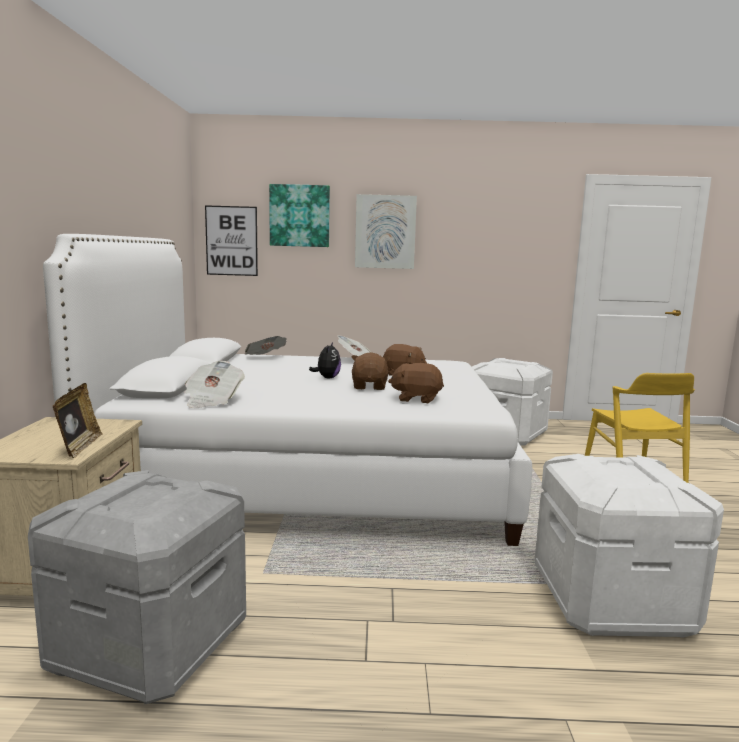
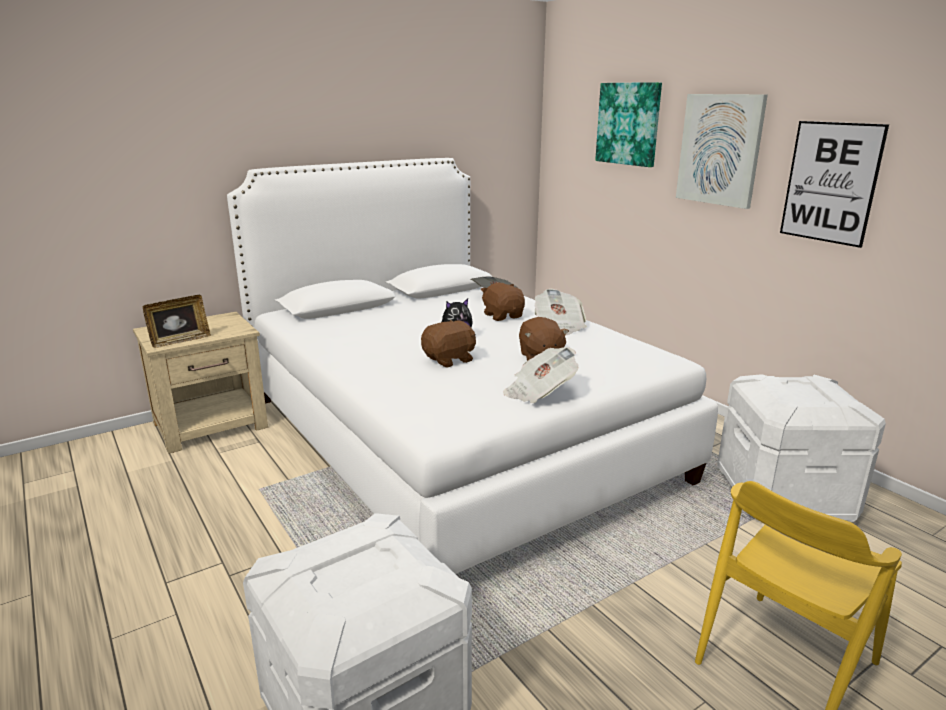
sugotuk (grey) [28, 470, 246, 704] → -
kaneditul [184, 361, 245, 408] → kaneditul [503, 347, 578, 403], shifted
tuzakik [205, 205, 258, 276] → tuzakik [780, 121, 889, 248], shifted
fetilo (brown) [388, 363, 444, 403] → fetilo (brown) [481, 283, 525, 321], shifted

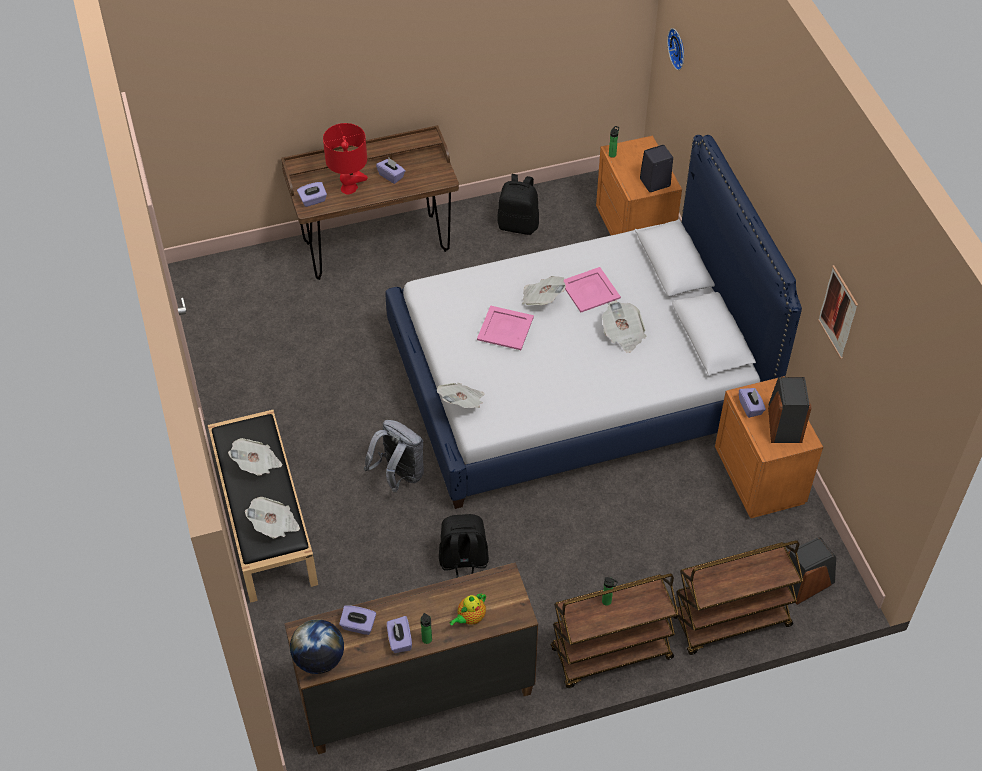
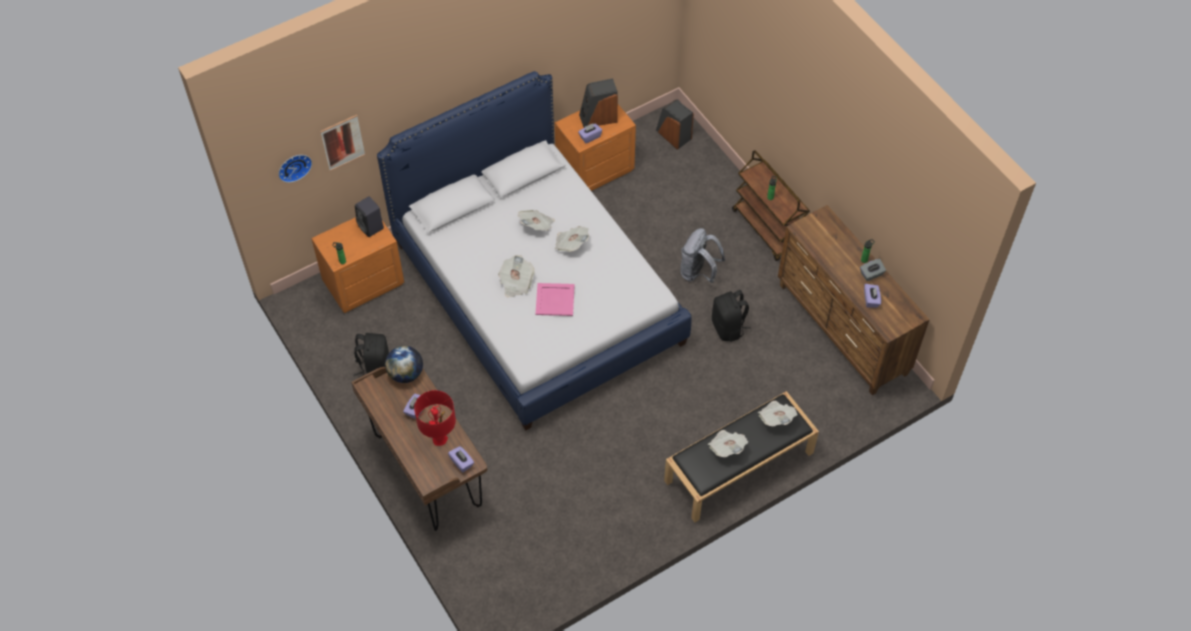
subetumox [450, 593, 486, 625] → -
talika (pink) [564, 267, 621, 312] → -
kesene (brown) [673, 540, 803, 655] → -
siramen [290, 619, 344, 674] → siramen [385, 346, 423, 383], shifted
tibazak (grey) [364, 420, 424, 493] → tibazak (grey) [680, 228, 725, 283], shifted
kaneditul [437, 383, 485, 408] → kaneditul [555, 226, 589, 252], shifted
tuzakik [818, 265, 858, 359] → tuzakik [320, 115, 365, 171], shifted
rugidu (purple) [387, 616, 412, 653] → rugidu (grey) [860, 259, 886, 281]

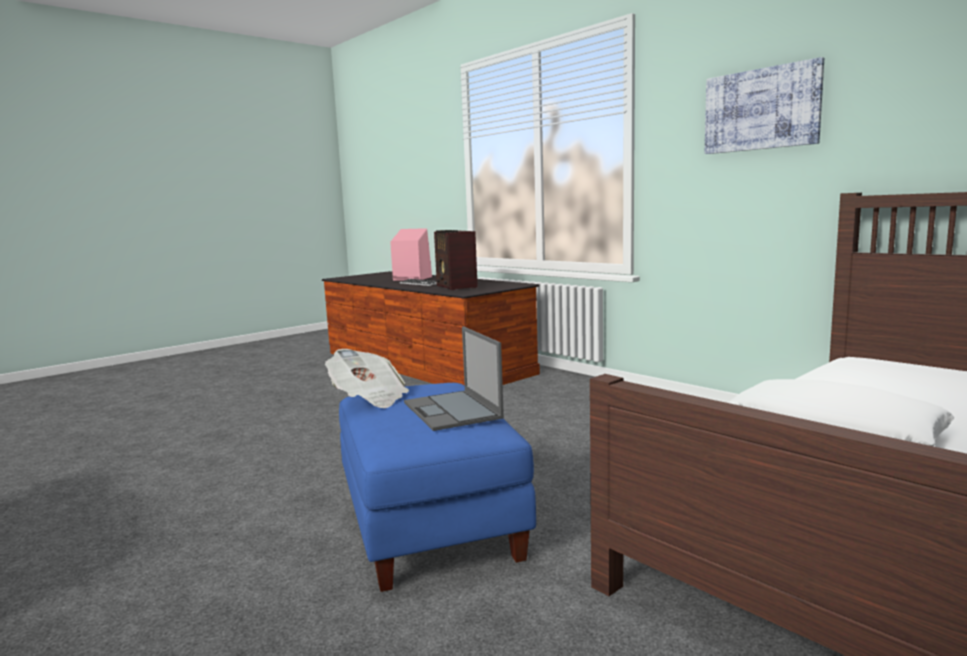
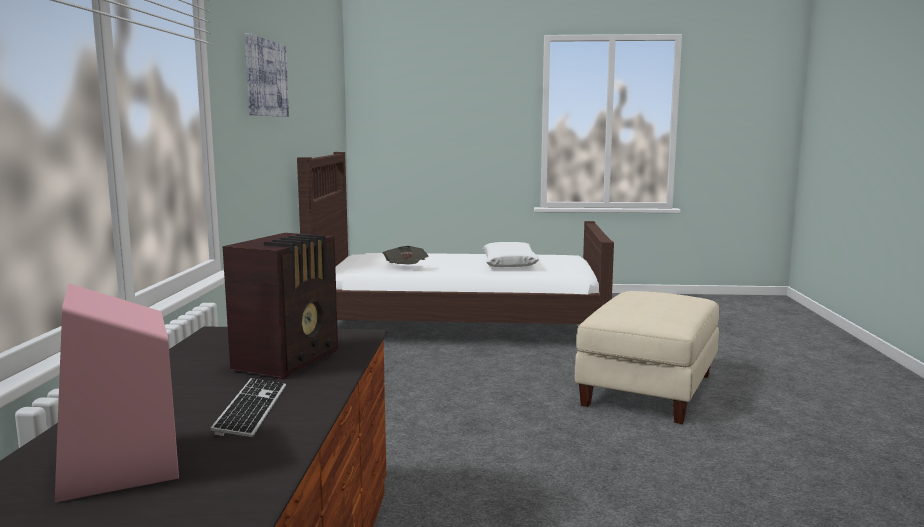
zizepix [404, 327, 504, 431] → -
kaneditul [325, 349, 409, 408] → kaneditul [383, 246, 429, 264], shifted
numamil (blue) [339, 383, 536, 592] → numamil (beige) [575, 291, 719, 424]

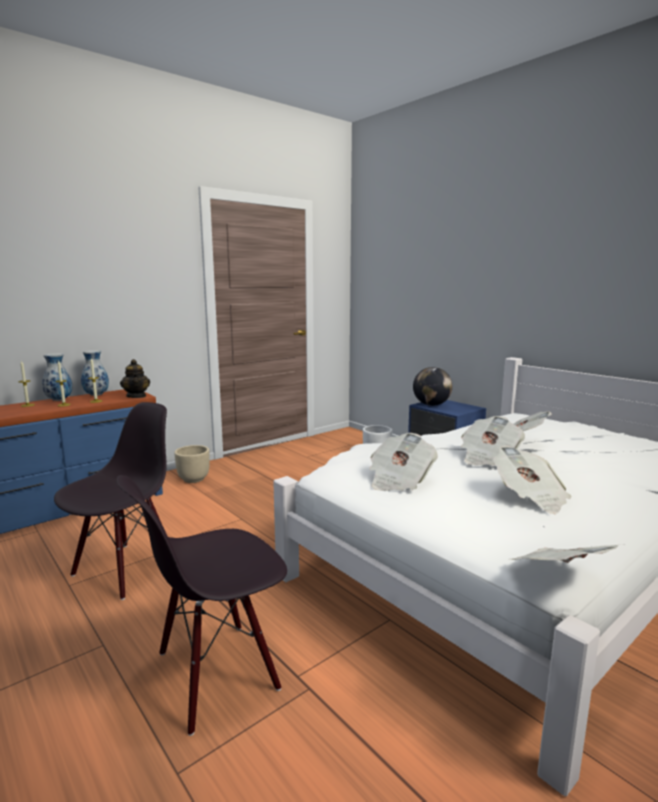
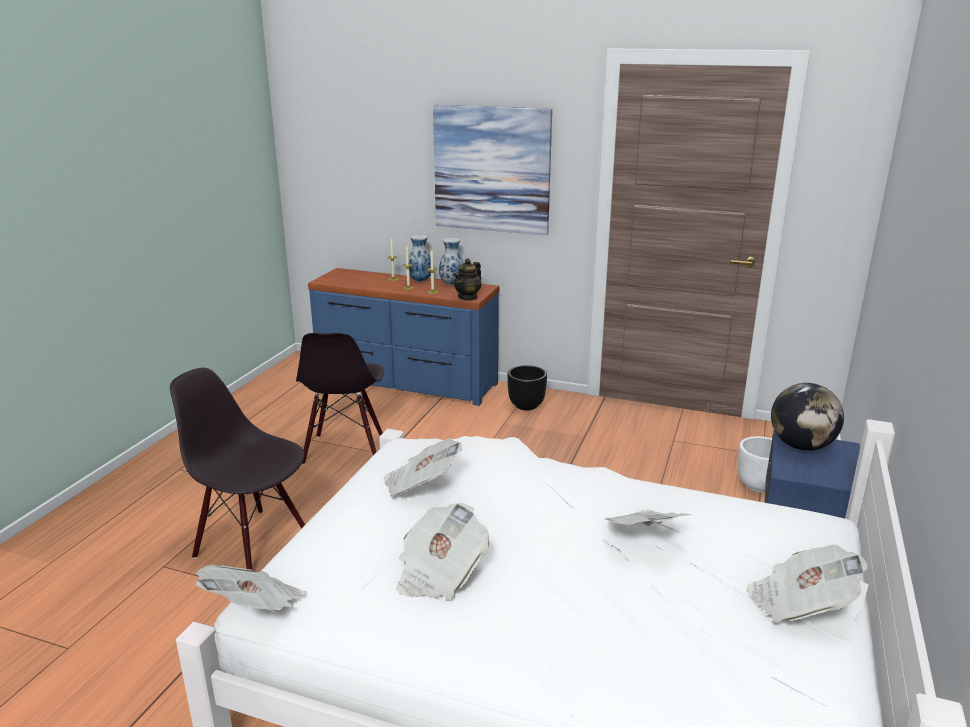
- → tuzakik [433, 105, 552, 235]
kaneditul [461, 416, 525, 466] → kaneditul [746, 545, 868, 623], shifted
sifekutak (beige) [174, 445, 210, 483] → sifekutak (black) [507, 365, 547, 410]
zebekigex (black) [54, 402, 167, 600] → zebekigex (black) [296, 333, 384, 465], 90 degrees clockwise

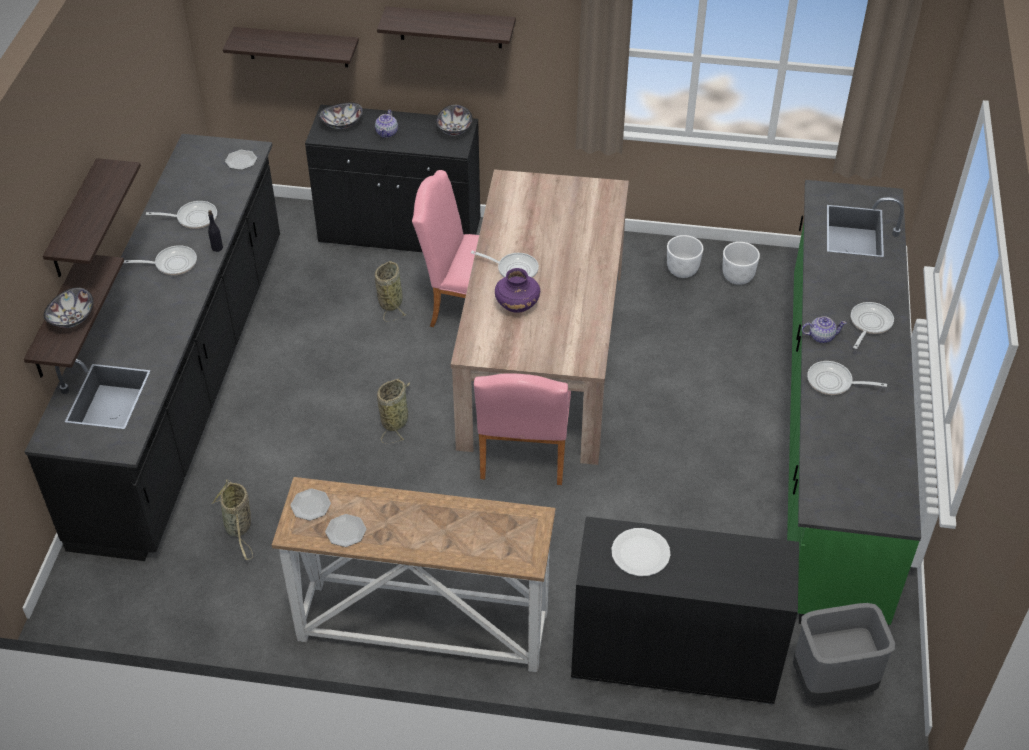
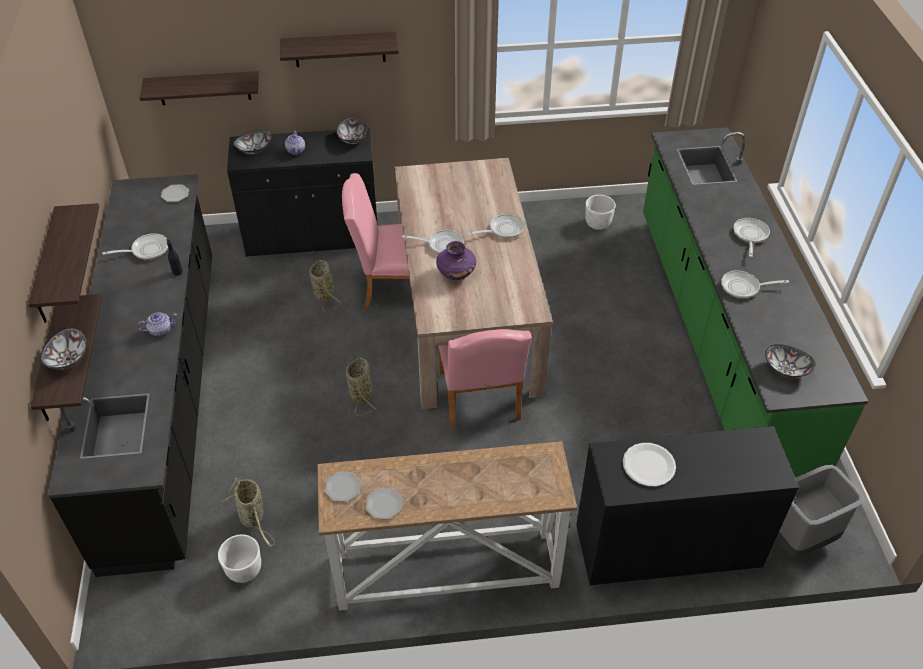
- → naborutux [765, 344, 815, 378]
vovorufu [124, 245, 197, 275] → vovorufu [467, 214, 525, 238], shifted
sifekutak (white) [667, 235, 703, 278] → sifekutak (white) [218, 534, 261, 583], shifted
subetumox [802, 316, 846, 343] → subetumox [138, 312, 177, 337], shifted

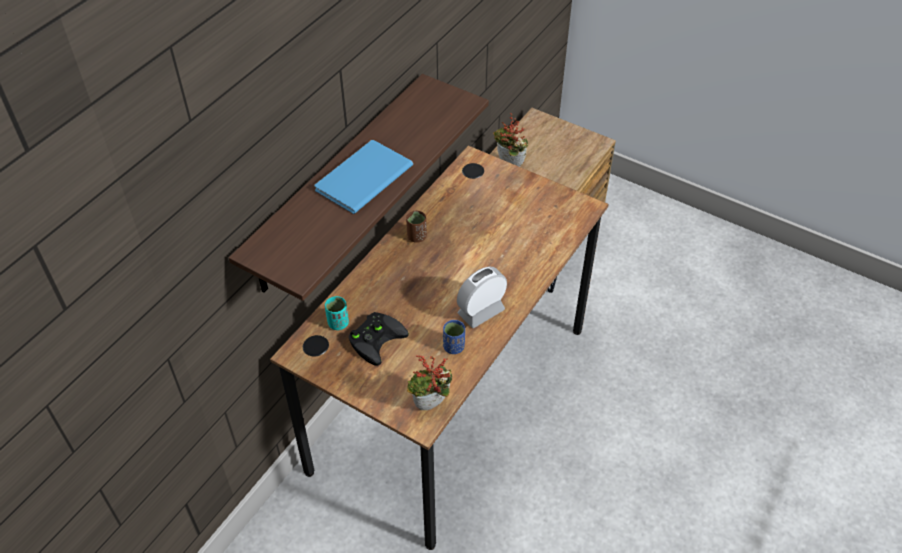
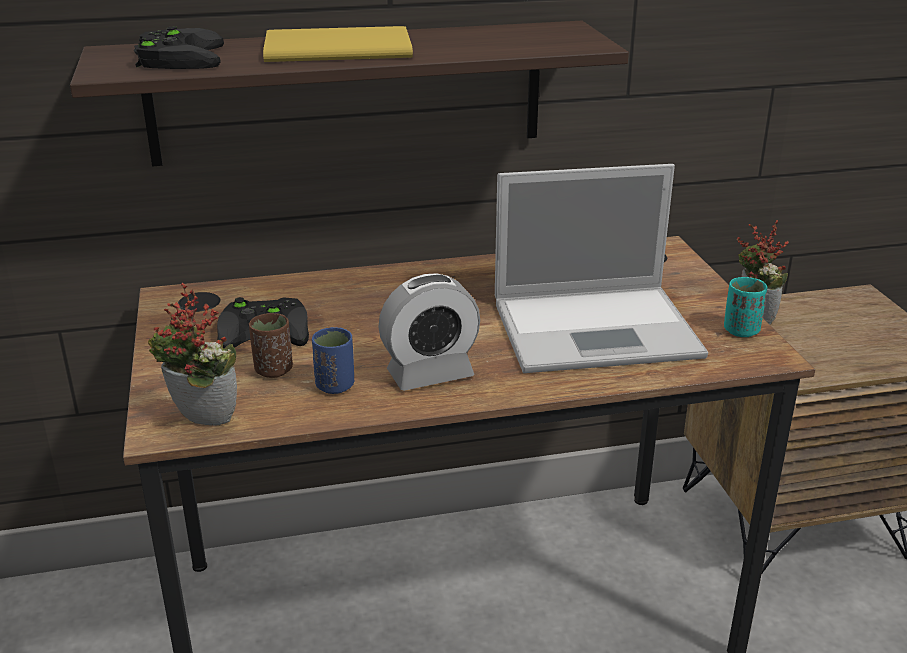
- → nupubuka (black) [134, 26, 224, 69]
- → zizepix [495, 164, 708, 373]
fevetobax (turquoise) [325, 296, 349, 330] → fevetobax (turquoise) [724, 277, 767, 337], shifted
fevetobax (brown) [406, 211, 427, 243] → fevetobax (brown) [249, 313, 293, 378], shifted
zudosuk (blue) [315, 140, 413, 214] → zudosuk (yellow) [263, 26, 413, 62]
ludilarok [457, 267, 507, 328] → ludilarok [378, 273, 480, 391], 150 degrees clockwise

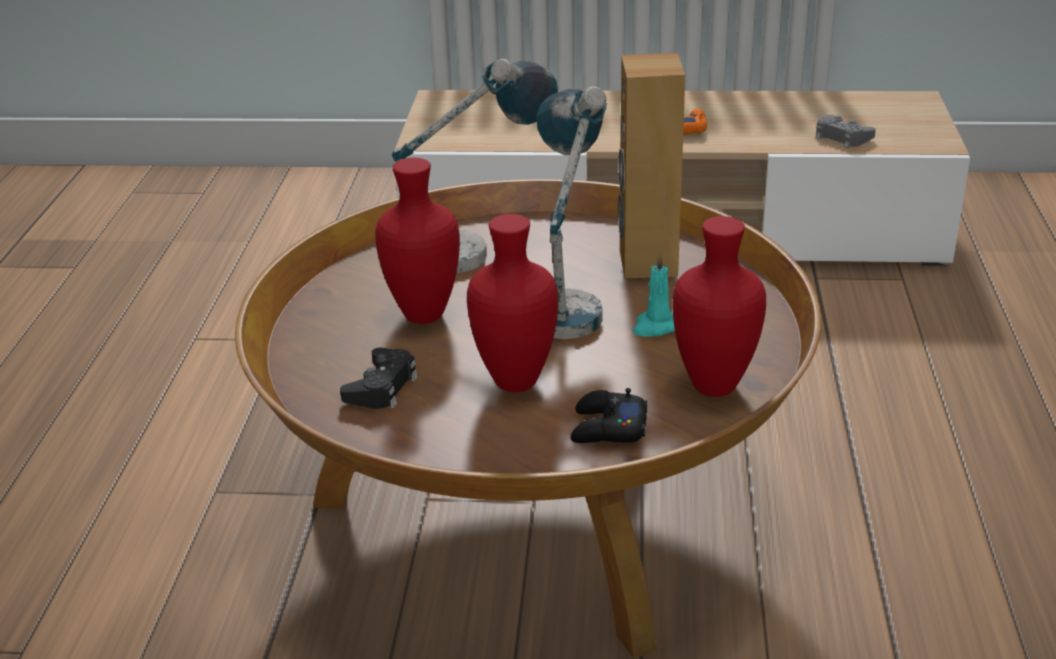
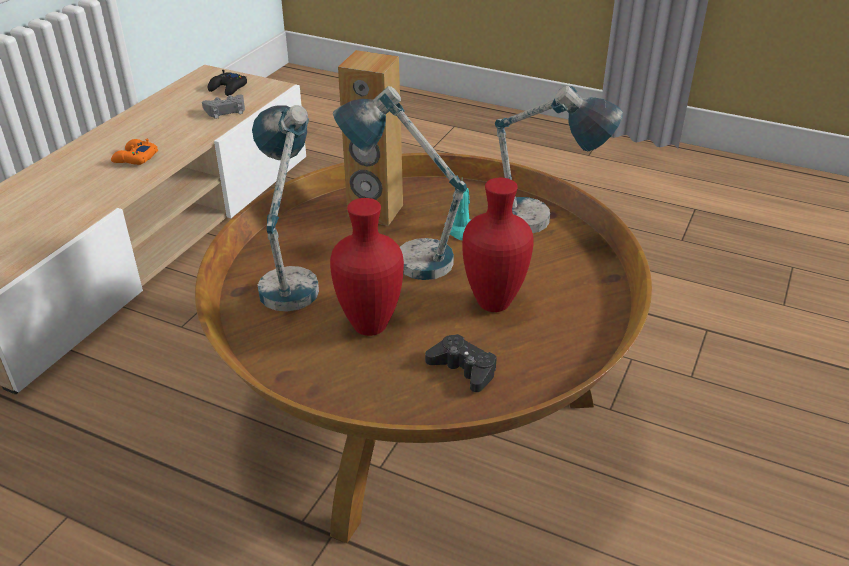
nupubuka (black) [571, 388, 647, 443] → nupubuka (black) [208, 70, 247, 96], shifted
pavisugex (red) [672, 216, 766, 397] → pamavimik [495, 86, 623, 233]

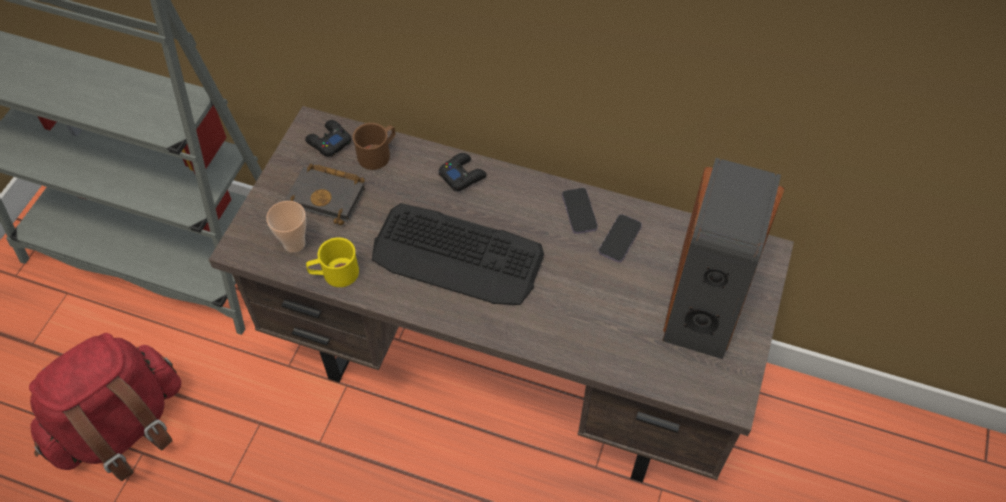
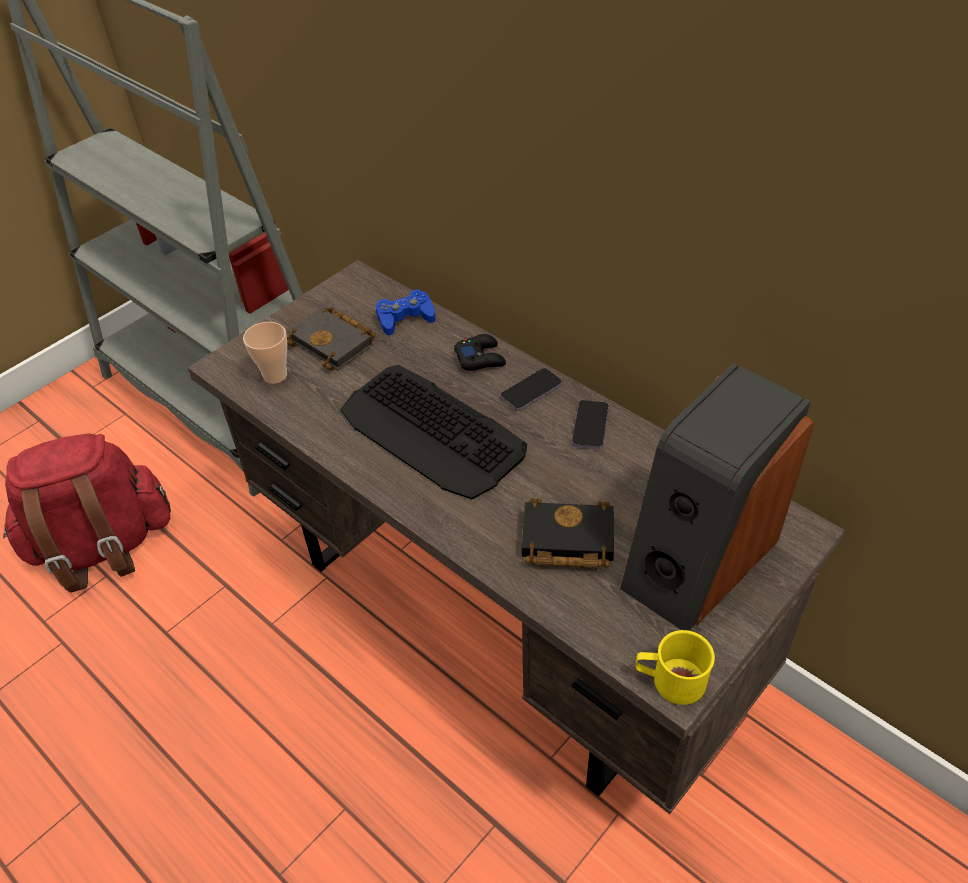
nupubuka (black) [305, 120, 351, 157] → -
- → zudosuk (black) [522, 498, 614, 568]
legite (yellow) [306, 237, 359, 287] → legite (yellow) [636, 630, 715, 705], shifted
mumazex [599, 214, 642, 262] → mumazex [501, 368, 562, 411], shifted
legite (brown) [353, 123, 395, 170] → nupubuka (blue) [376, 289, 436, 335]

